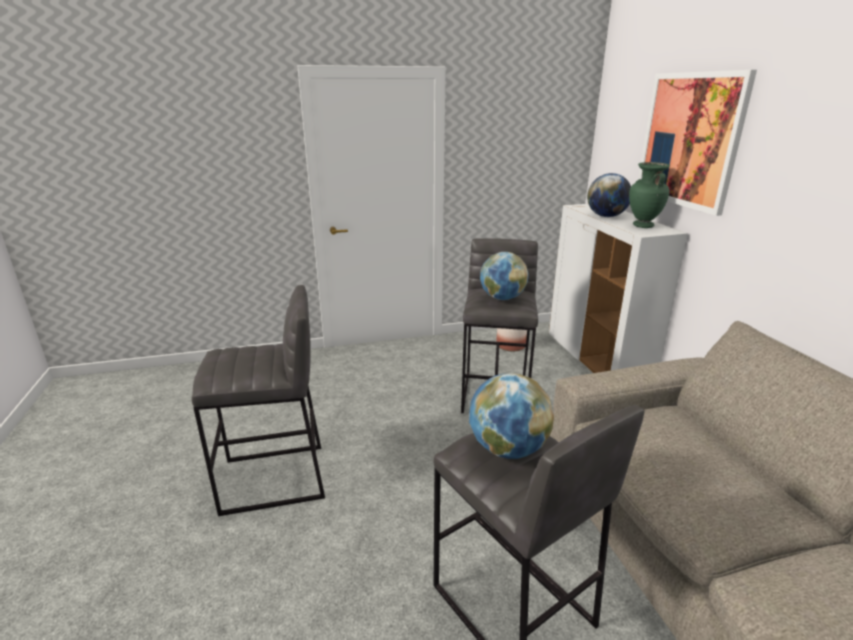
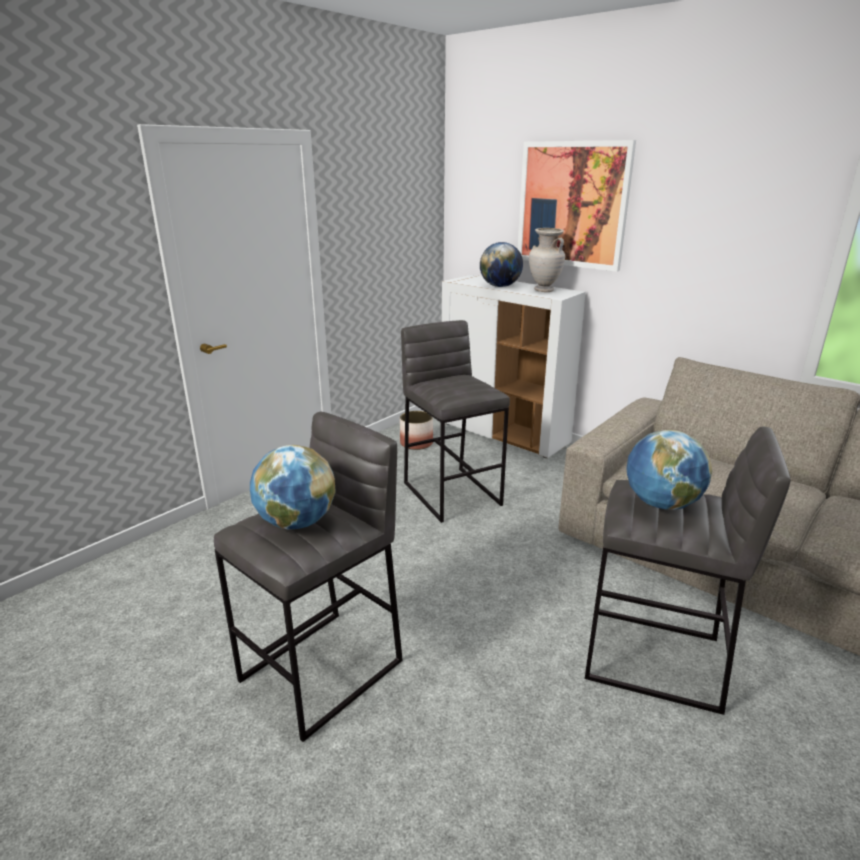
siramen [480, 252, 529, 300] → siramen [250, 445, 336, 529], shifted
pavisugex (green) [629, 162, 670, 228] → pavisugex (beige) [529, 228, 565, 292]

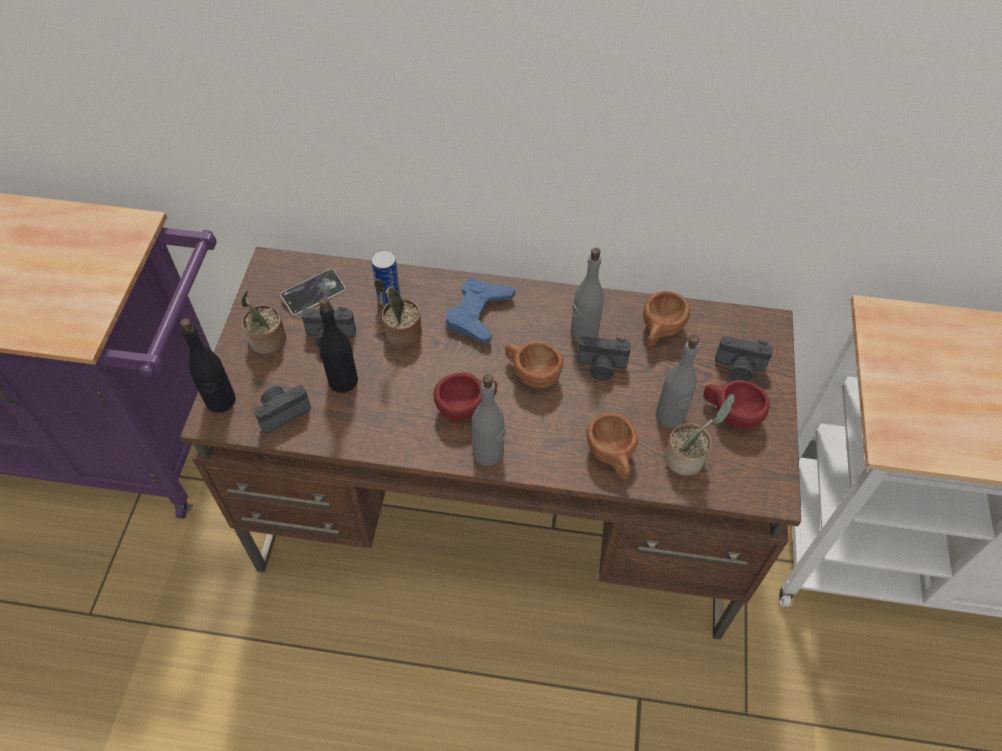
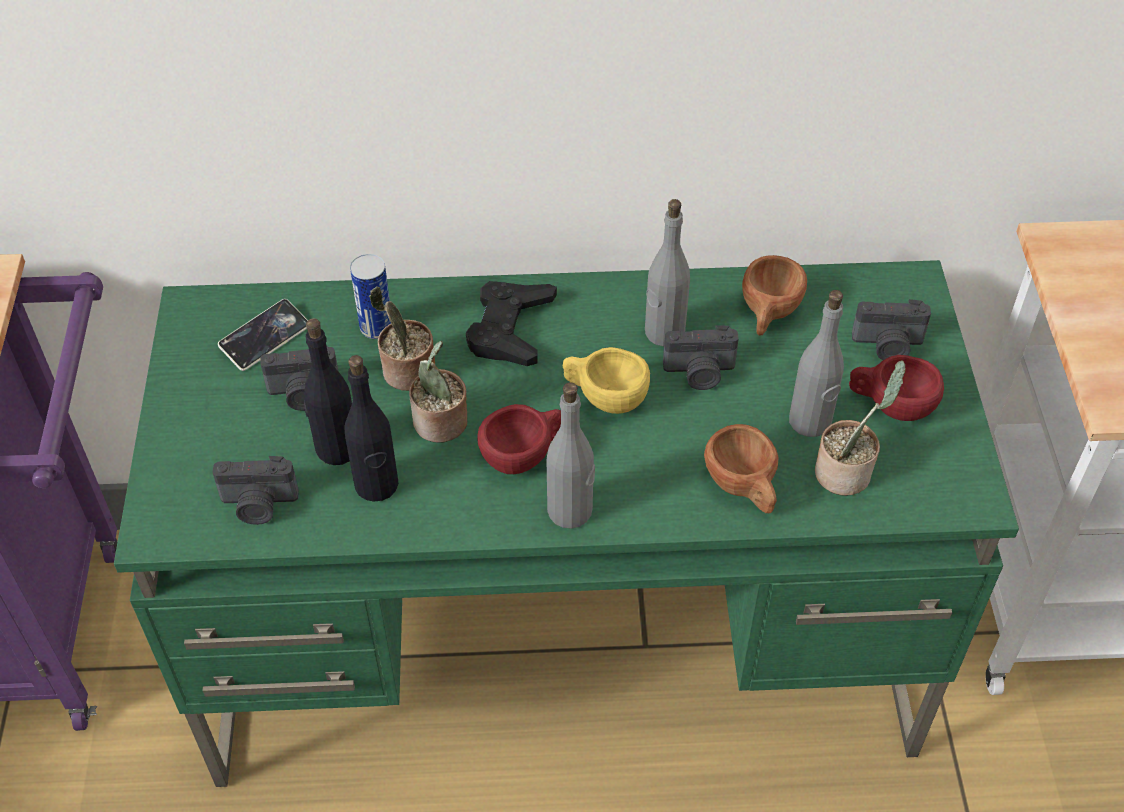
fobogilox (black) [180, 318, 236, 413] → fobogilox (black) [344, 355, 399, 502], shifted
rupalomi [241, 290, 286, 354] → rupalomi [409, 341, 467, 442], shifted
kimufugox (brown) [180, 247, 801, 639] → kimufugox (green) [114, 260, 1019, 787]
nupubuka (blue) [446, 278, 515, 343] → nupubuka (black) [466, 281, 557, 366]
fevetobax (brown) [505, 341, 563, 389] → fevetobax (yellow) [563, 347, 650, 414]
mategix [254, 385, 311, 434] → mategix [212, 456, 299, 525], 135 degrees counterclockwise

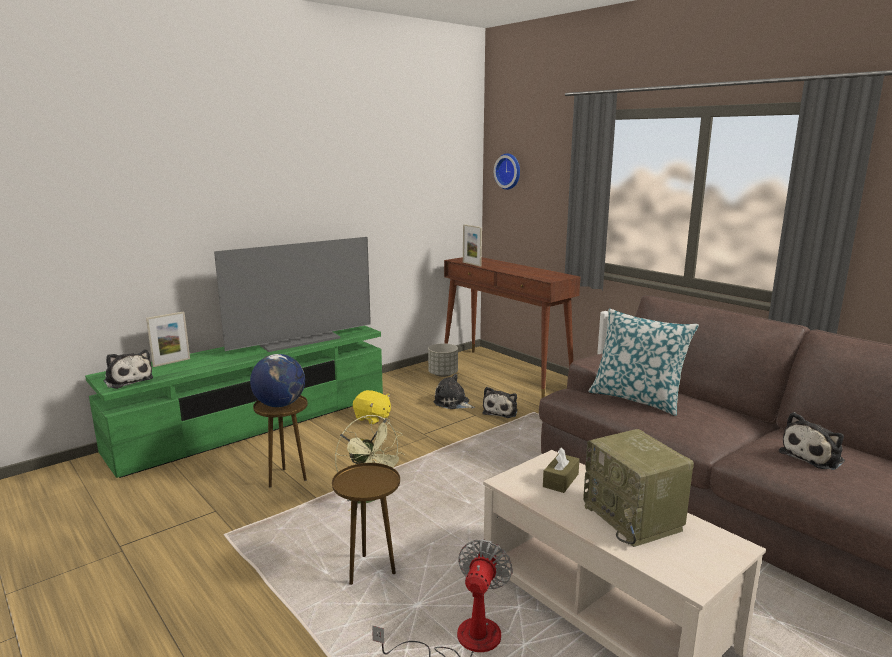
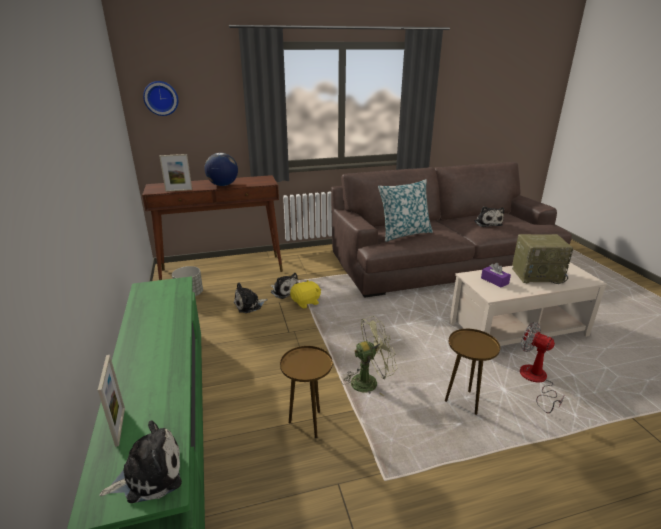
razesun [214, 237, 371, 352] → -
siramen [250, 354, 305, 407] → siramen [204, 153, 238, 186], shifted
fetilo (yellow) [353, 390, 391, 424] → fetilo (yellow) [290, 279, 321, 308], shifted
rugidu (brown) [543, 447, 580, 493] → rugidu (purple) [481, 263, 511, 287]

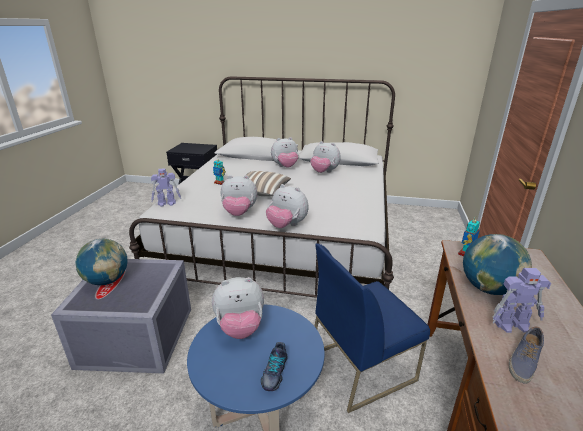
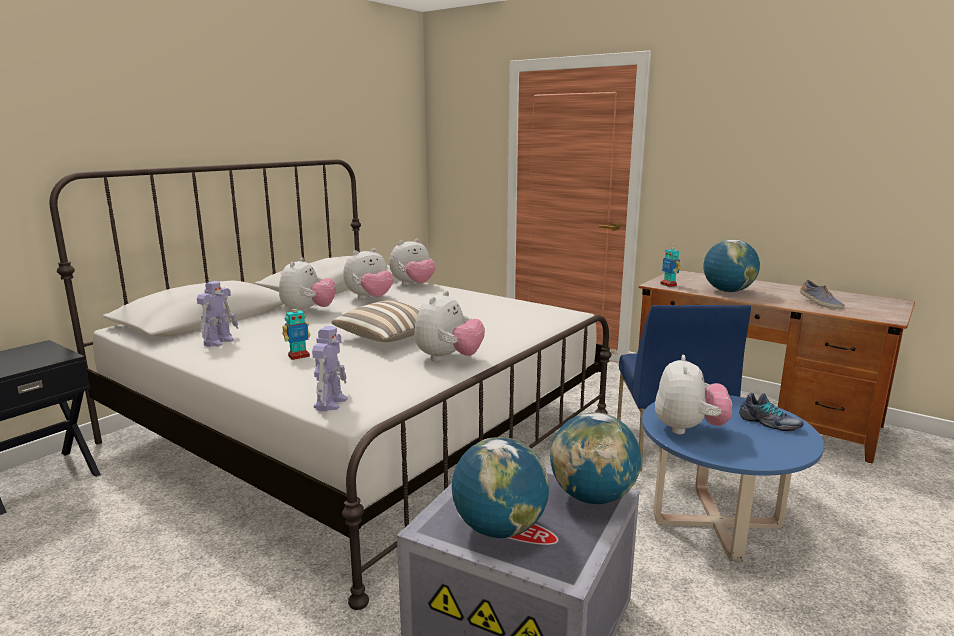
- → siramen [550, 412, 641, 504]
fetilo [266, 184, 309, 228] → fetilo [389, 239, 435, 286], shifted
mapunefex [492, 268, 551, 333] → mapunefex [197, 281, 238, 347], shifted

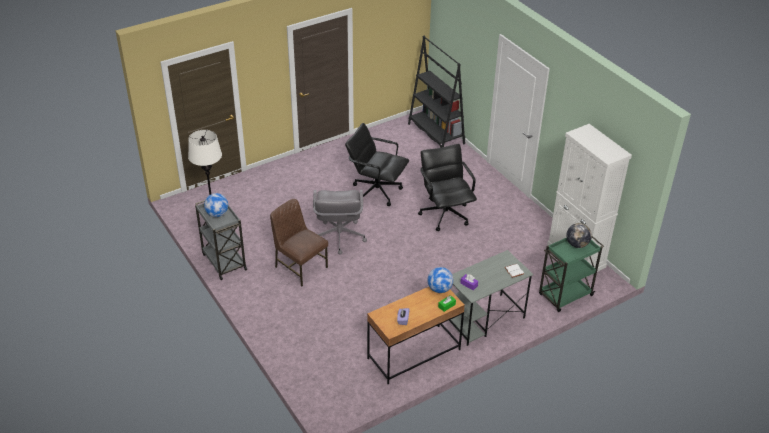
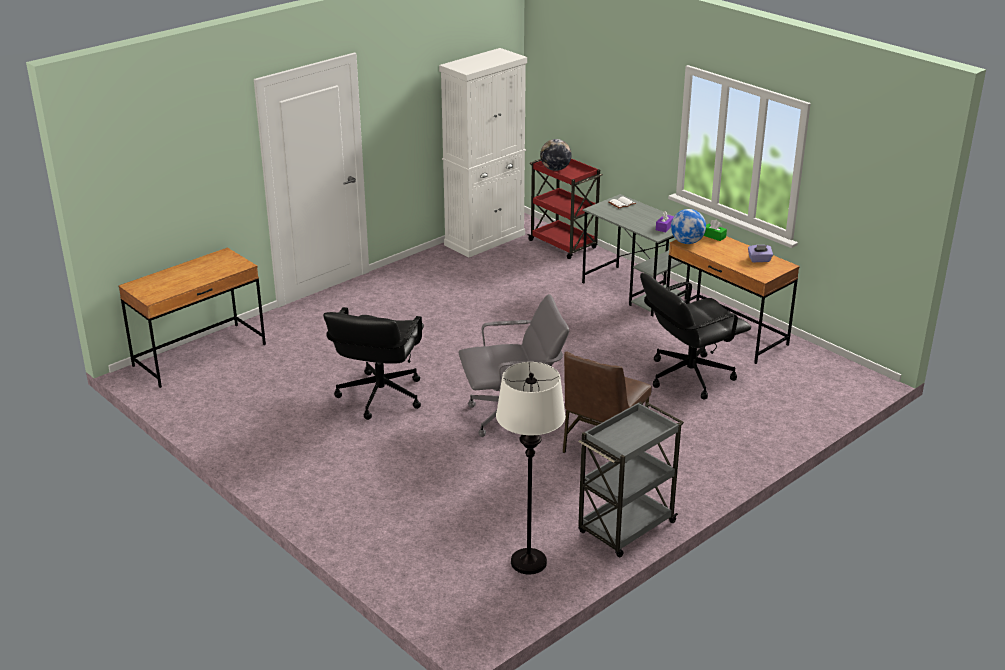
siramen [204, 193, 228, 217] → -
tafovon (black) [418, 144, 477, 231] → tafovon (black) [640, 273, 751, 400], shifted
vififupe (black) [408, 36, 465, 148] → kimufugox (brown) [118, 247, 266, 388]
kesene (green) [539, 236, 604, 312] → kesene (red) [528, 159, 603, 259]

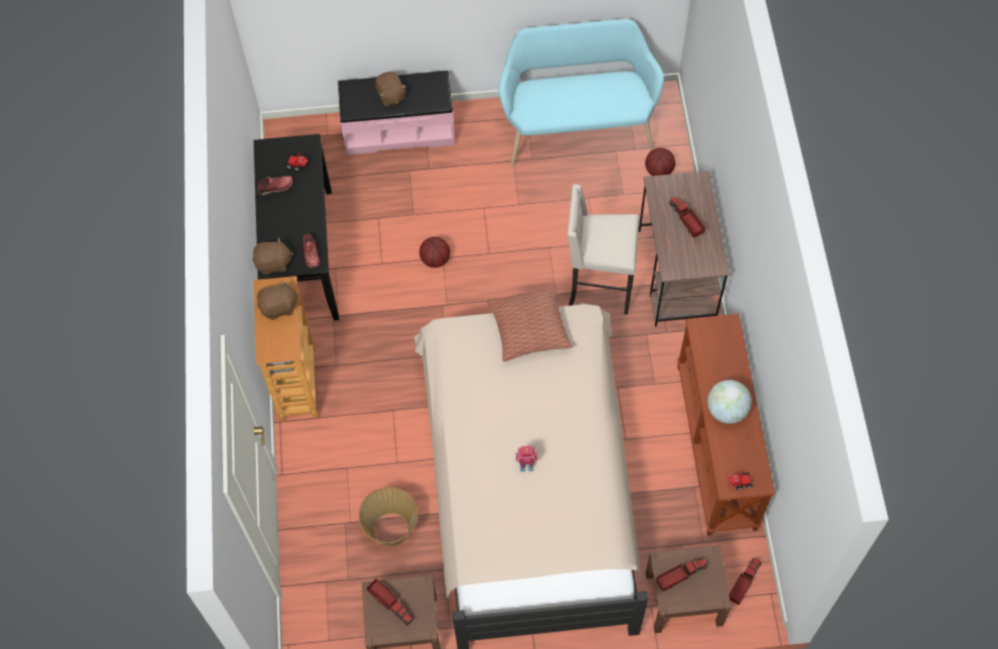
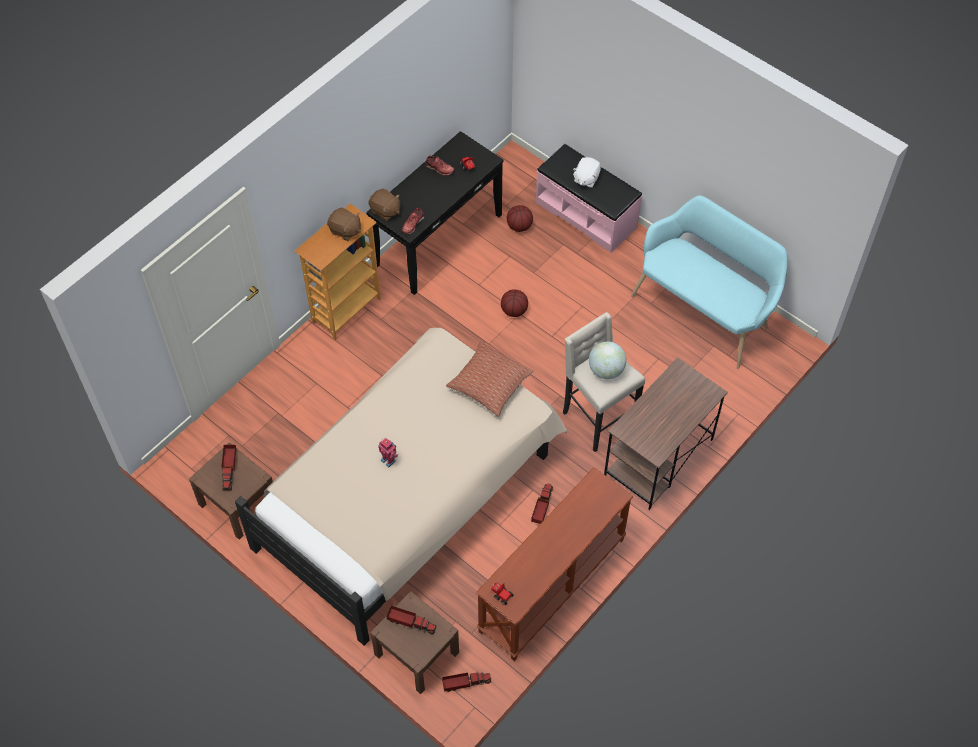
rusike [358, 487, 418, 546] → -
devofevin [645, 148, 675, 176] → devofevin [507, 205, 533, 232], shifted
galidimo [669, 196, 706, 238] → galidimo [531, 483, 553, 524], shifted
siramen [707, 380, 752, 424] → siramen [589, 341, 627, 379], shifted
fetilo (brown) [375, 72, 406, 106] → fetilo (white) [573, 157, 601, 188]

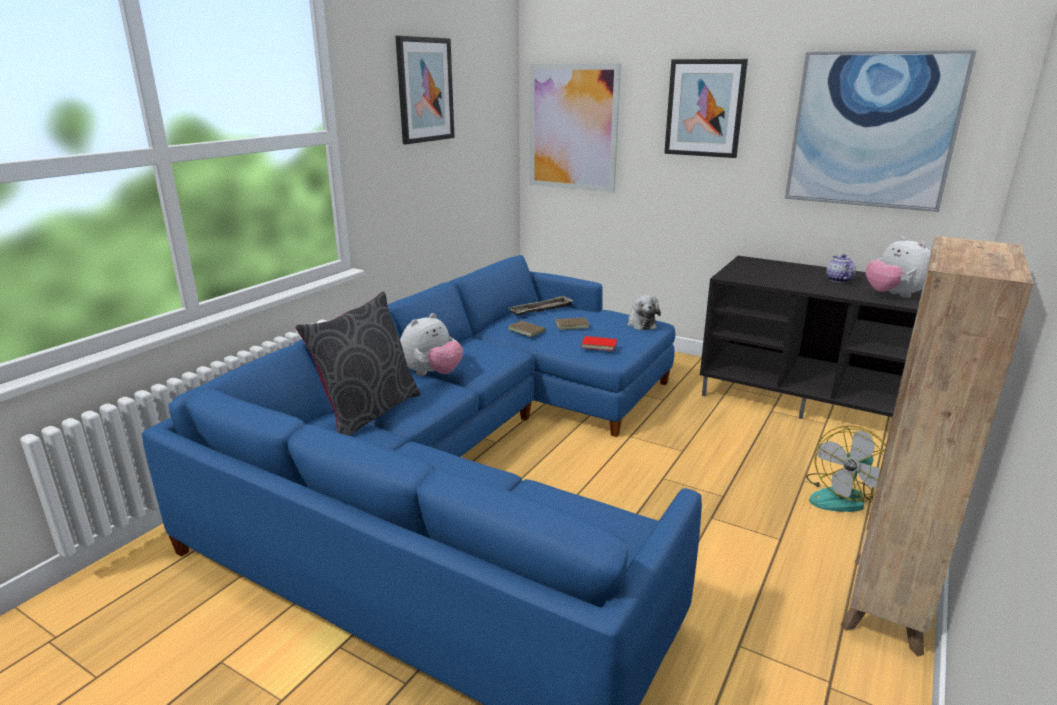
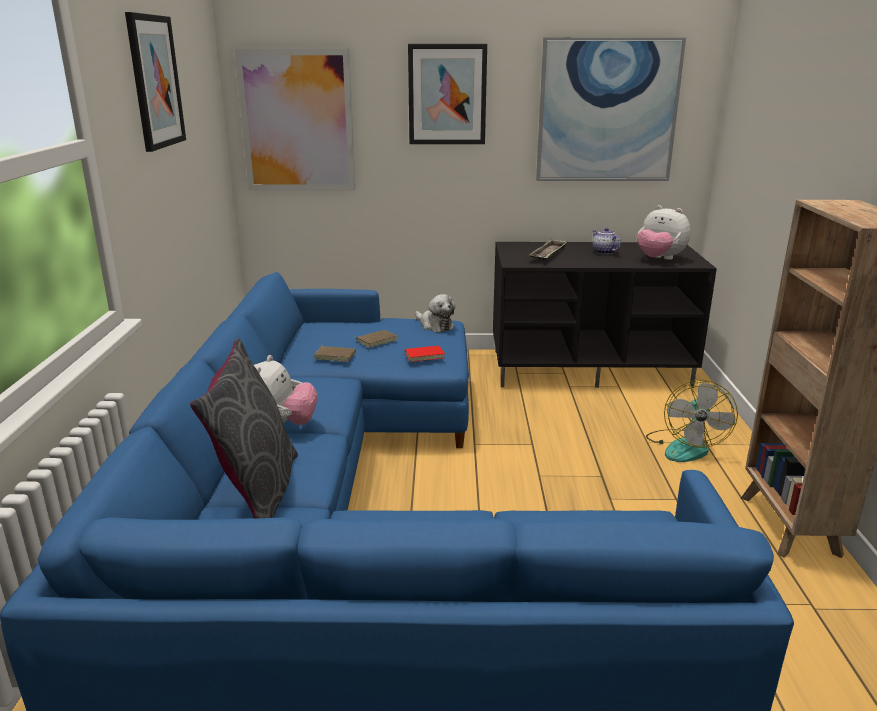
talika [508, 295, 574, 316] → talika [530, 239, 567, 261], shifted

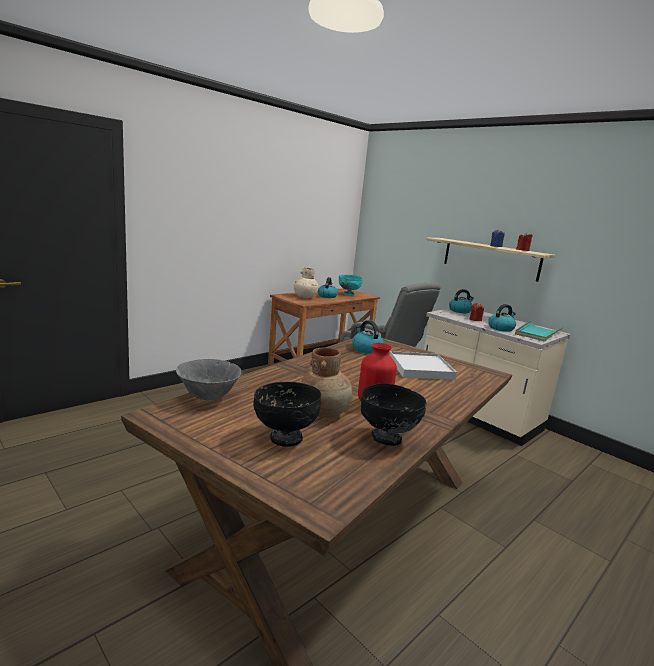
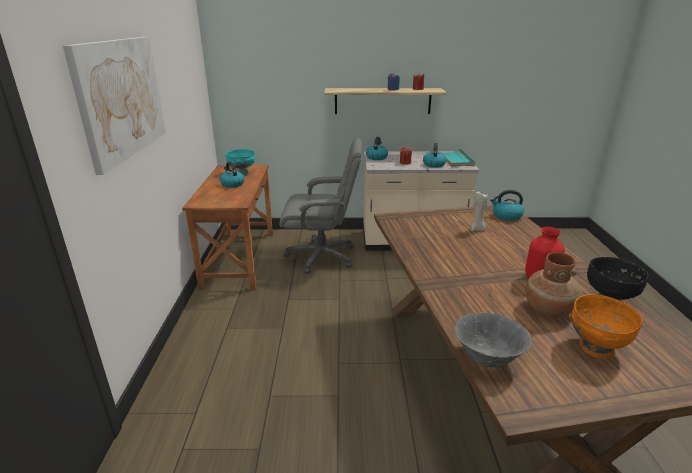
pavisugex (beige) [294, 267, 318, 298] → -
- → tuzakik [63, 37, 166, 175]
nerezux [352, 320, 384, 354] → nerezux [490, 190, 524, 221], shifted
talika (white) [390, 351, 457, 380] → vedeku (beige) [470, 191, 488, 231]
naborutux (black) [254, 382, 321, 447] → naborutux (orange) [571, 294, 642, 359]

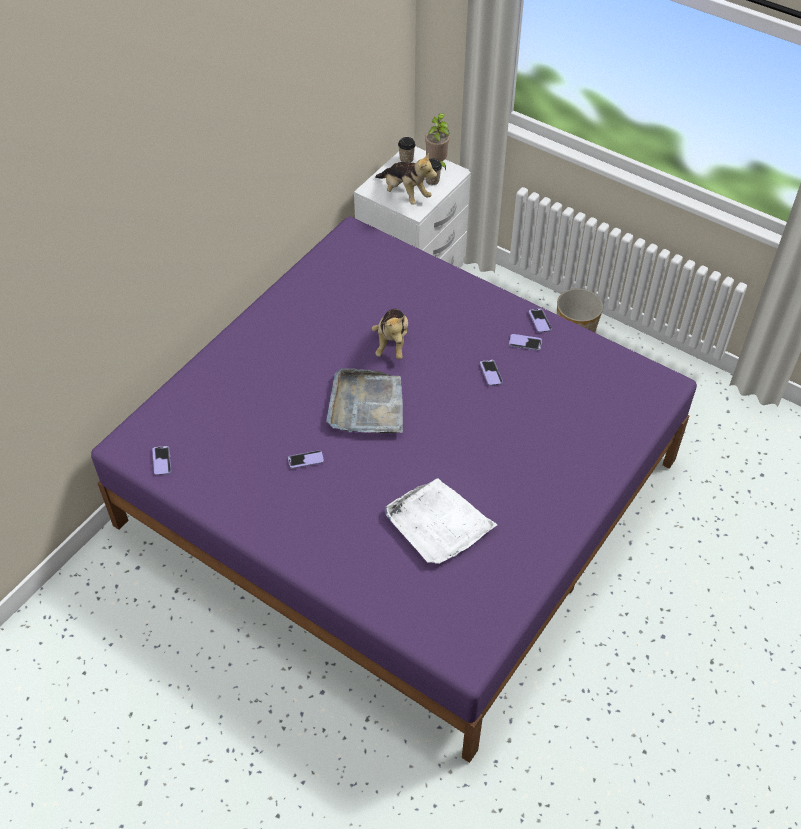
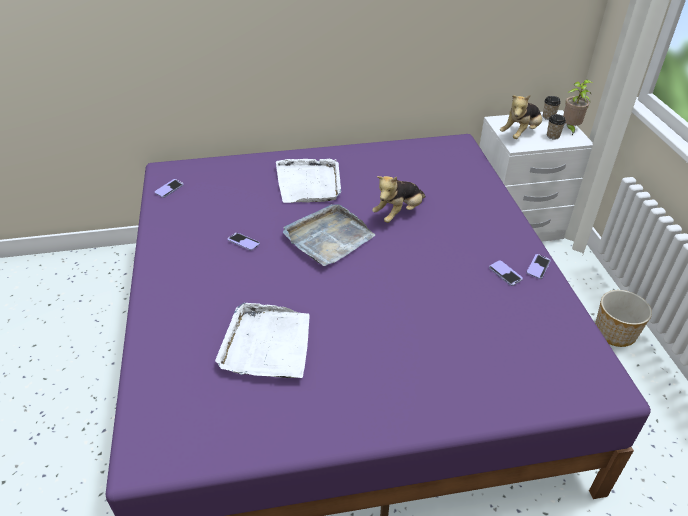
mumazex [480, 360, 503, 386] → -
- → talika (white) [276, 159, 341, 203]
fetilo [375, 152, 437, 205] → fetilo [500, 95, 542, 139], 45 degrees clockwise

